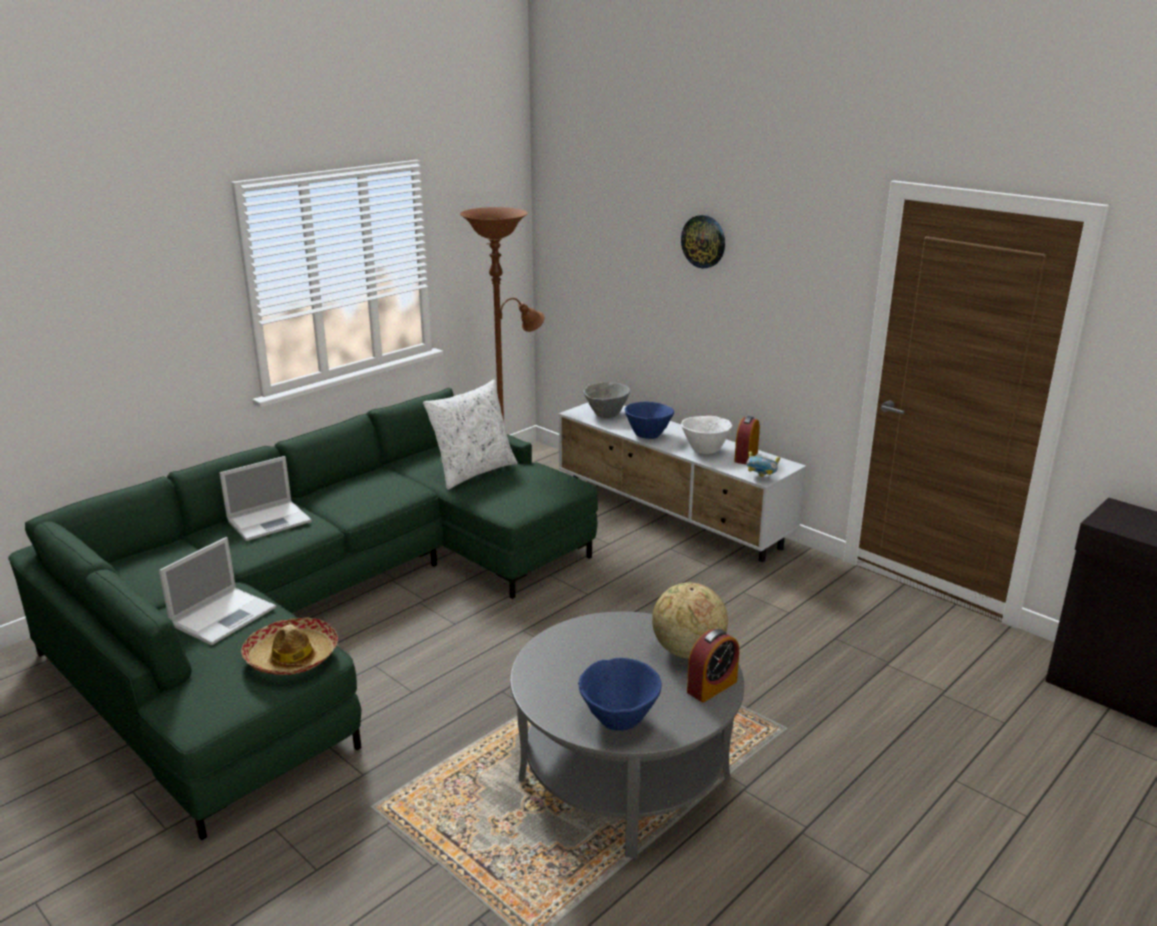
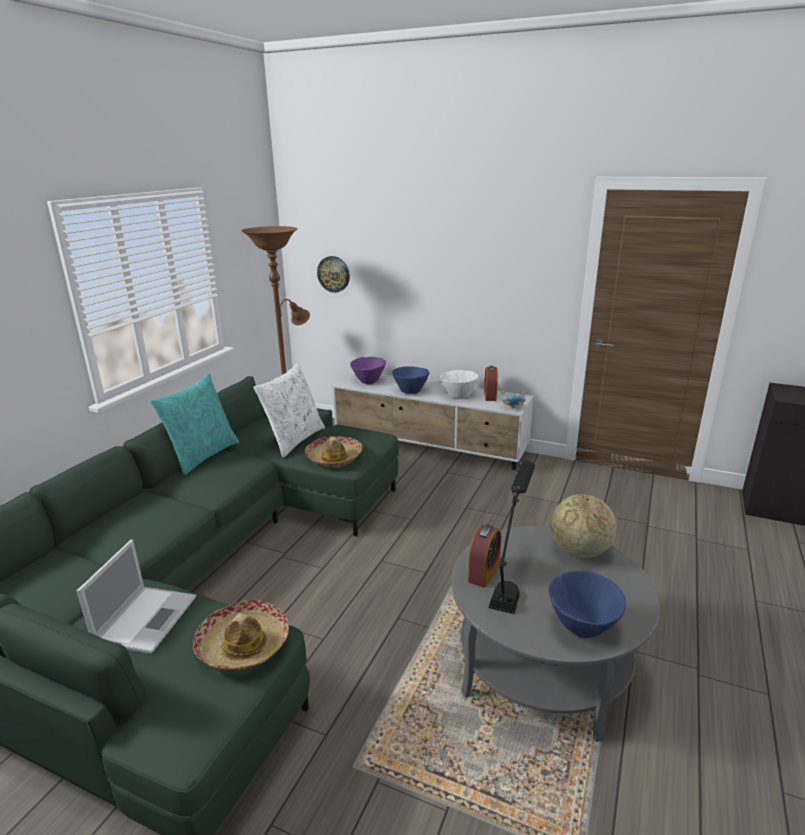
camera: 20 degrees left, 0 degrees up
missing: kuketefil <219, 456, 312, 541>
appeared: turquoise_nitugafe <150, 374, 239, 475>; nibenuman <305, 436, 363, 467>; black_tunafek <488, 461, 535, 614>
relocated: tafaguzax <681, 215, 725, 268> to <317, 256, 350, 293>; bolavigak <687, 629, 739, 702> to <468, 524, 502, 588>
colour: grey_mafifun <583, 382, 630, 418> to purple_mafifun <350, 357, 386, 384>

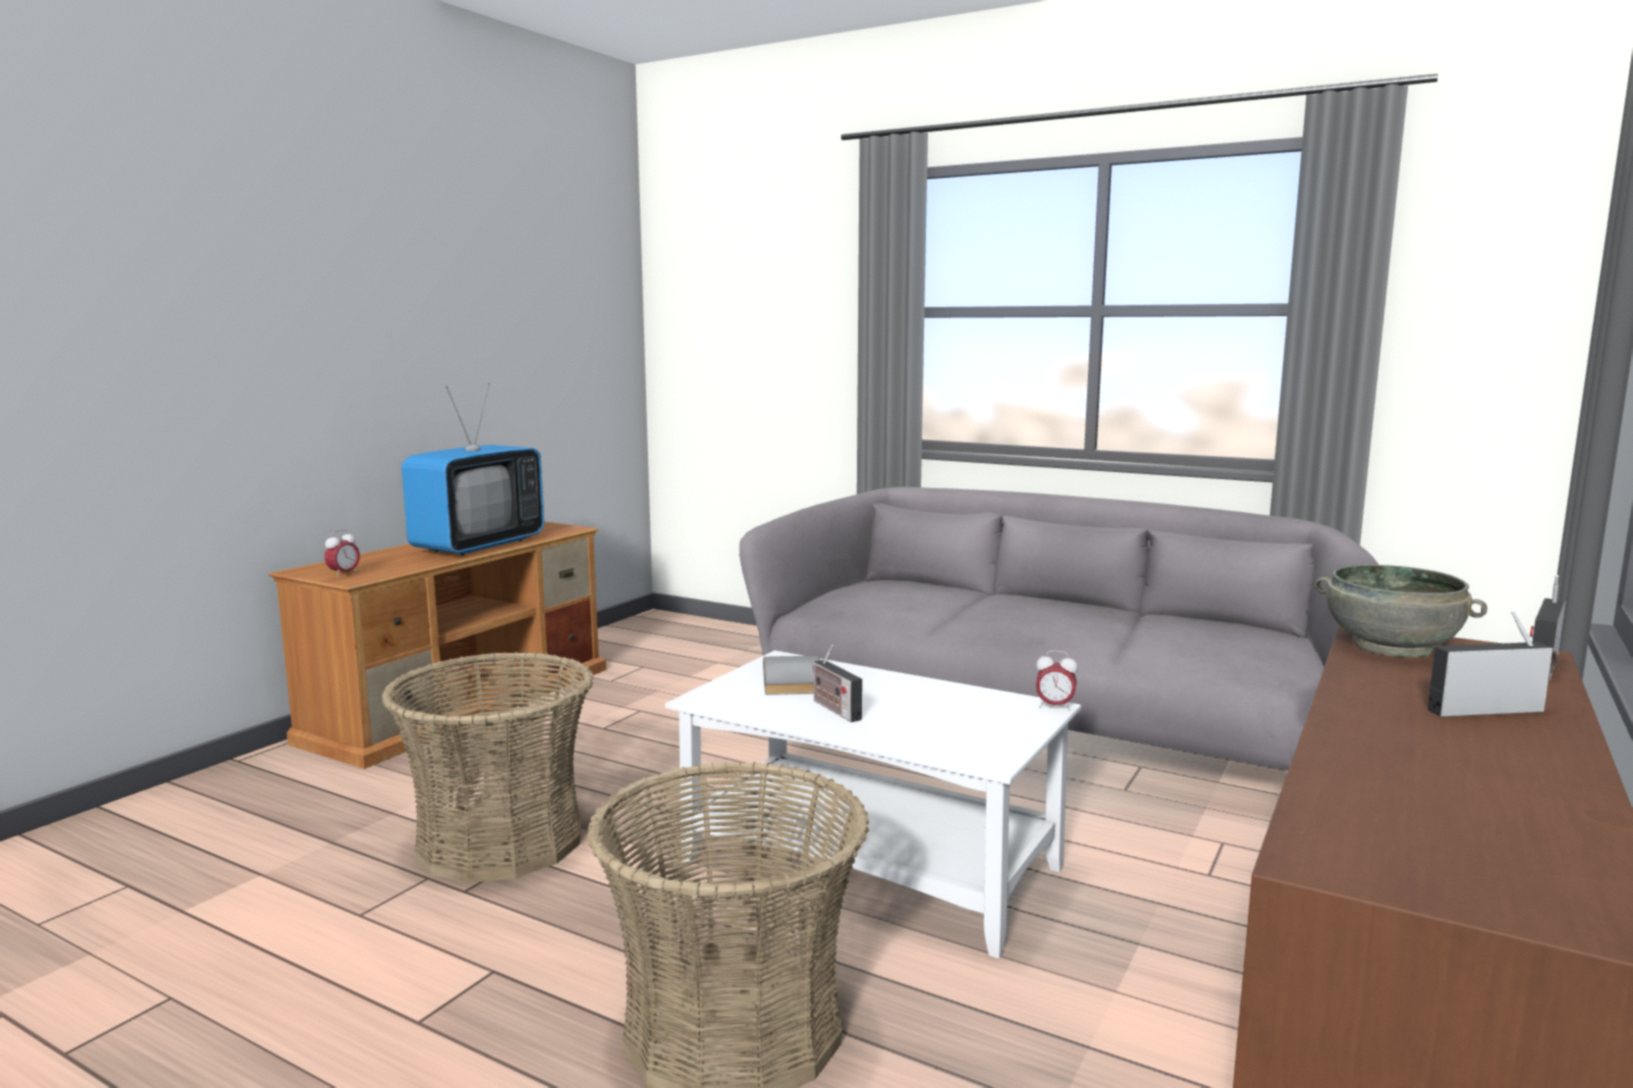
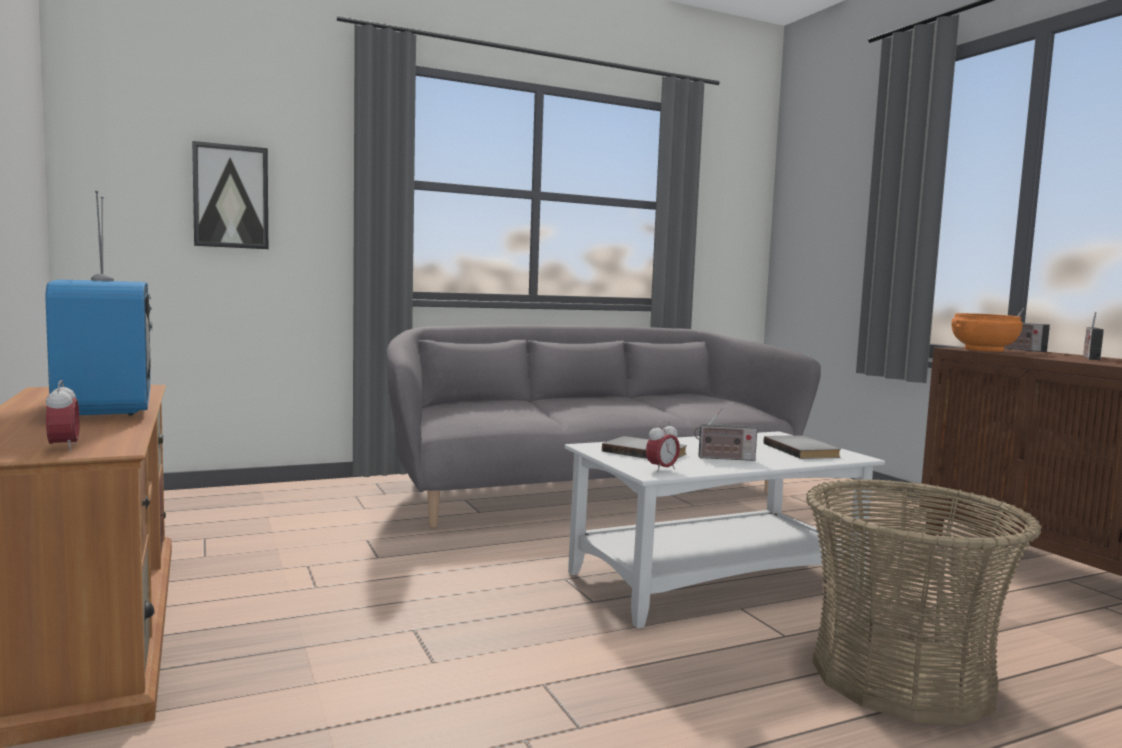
camera: 55 degrees left, 5 degrees down
missing: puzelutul <382, 652, 594, 883>
appeared: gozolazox <192, 141, 268, 249>; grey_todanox <764, 435, 841, 459>
relocated: bolavigak <1036, 650, 1078, 710> to <646, 421, 680, 473>
colour: grey_mafifun <1315, 565, 1487, 657> to orange_mafifun <951, 313, 1023, 352>

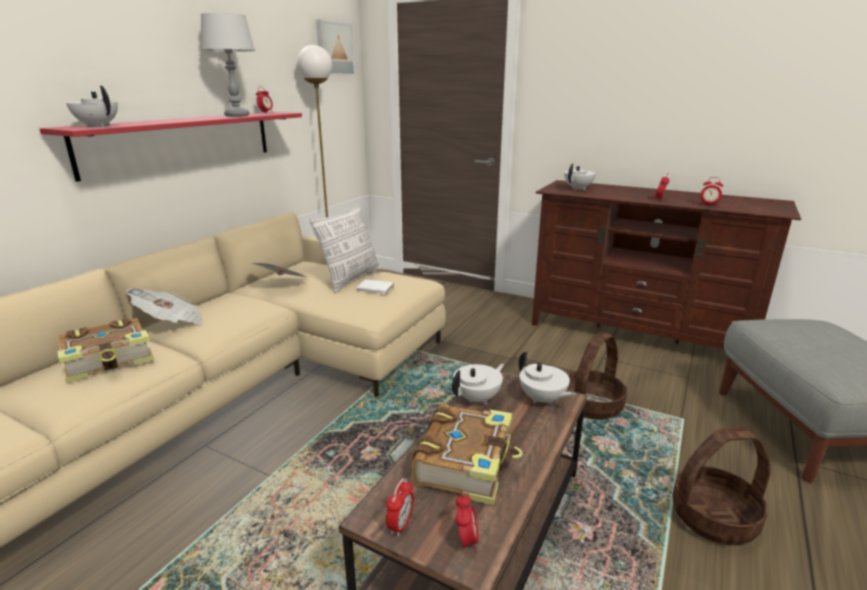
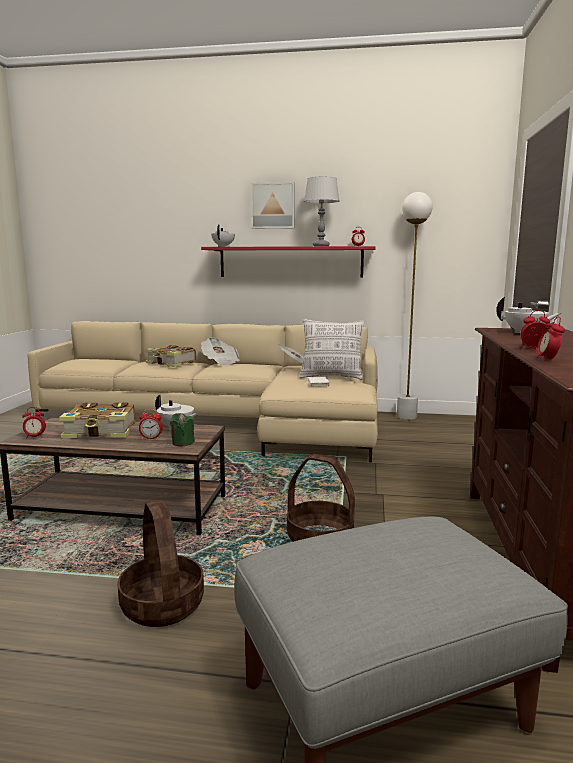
camera: 70 degrees right, 10 degrees down
relocated: gozolazox <316, 19, 355, 76> to <251, 182, 295, 229>; bolavigak <386, 478, 414, 537> to <139, 409, 163, 439>
exchanged: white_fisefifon <519, 351, 576, 405> to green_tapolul <170, 413, 195, 446>

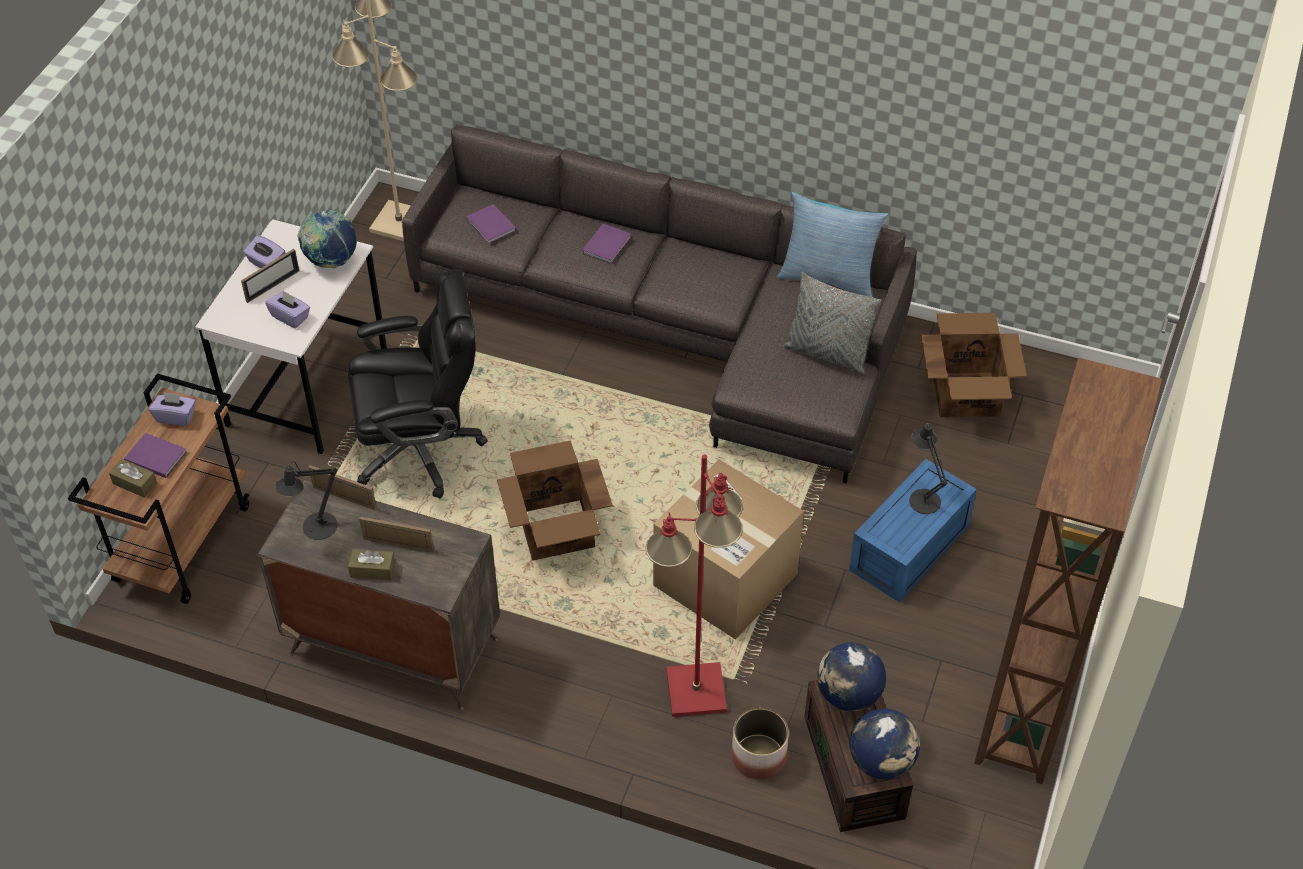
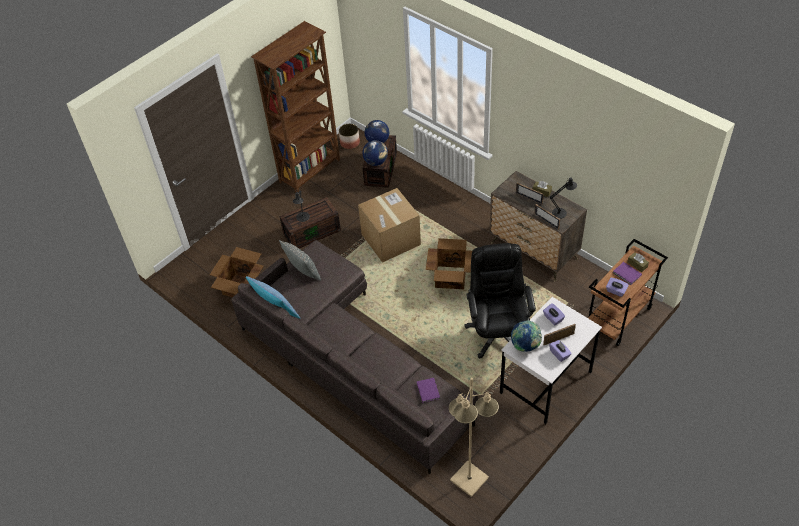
camera: 155 degrees left, 0 degrees up
missing: purple_todanox <583, 224, 631, 264>; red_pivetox <645, 454, 743, 717>
relocated: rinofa <731, 708, 789, 780> to <339, 124, 360, 149>
colour: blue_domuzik <849, 459, 977, 603> to brown_domuzik <279, 197, 341, 248>
spun: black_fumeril <348, 269, 488, 499> = <464, 243, 536, 358> 75 degrees clockwise

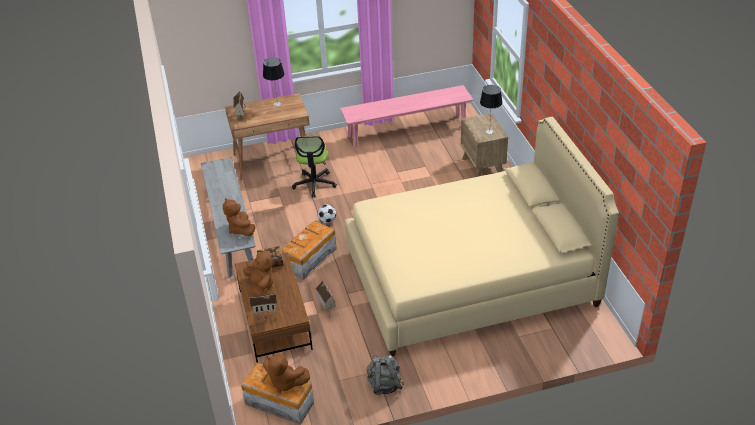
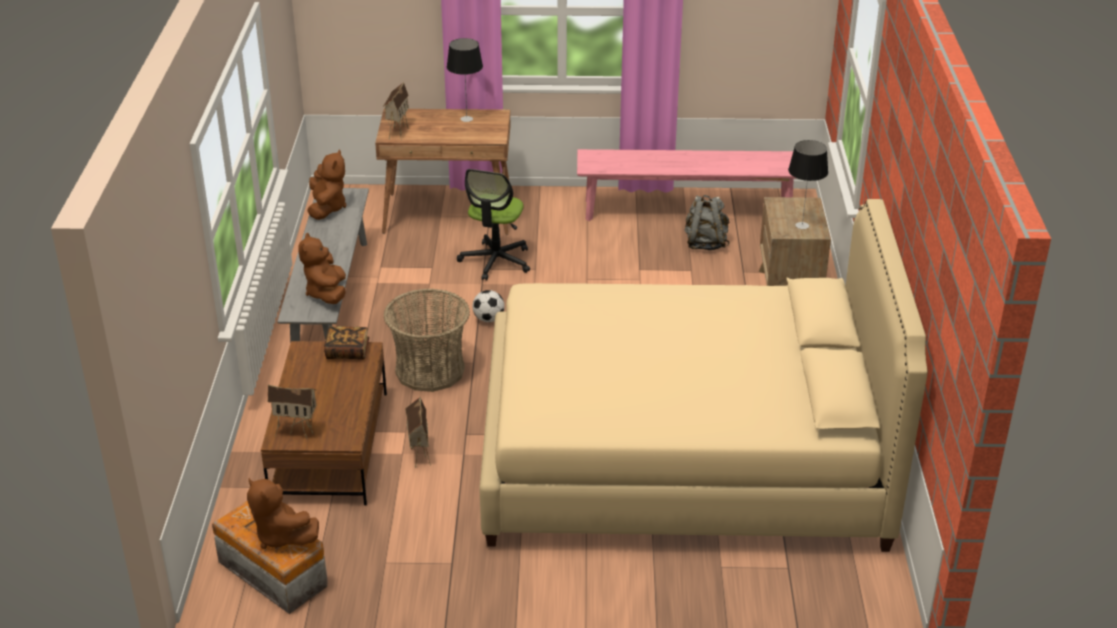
camera: 15 degrees right, 5 degrees down
relocated: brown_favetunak <243, 248, 274, 297> to <307, 150, 346, 220>; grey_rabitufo <367, 355, 404, 395> to <684, 195, 729, 250>
exchanged: domuzik <282, 221, 337, 280> to puzelutul <384, 288, 470, 392>

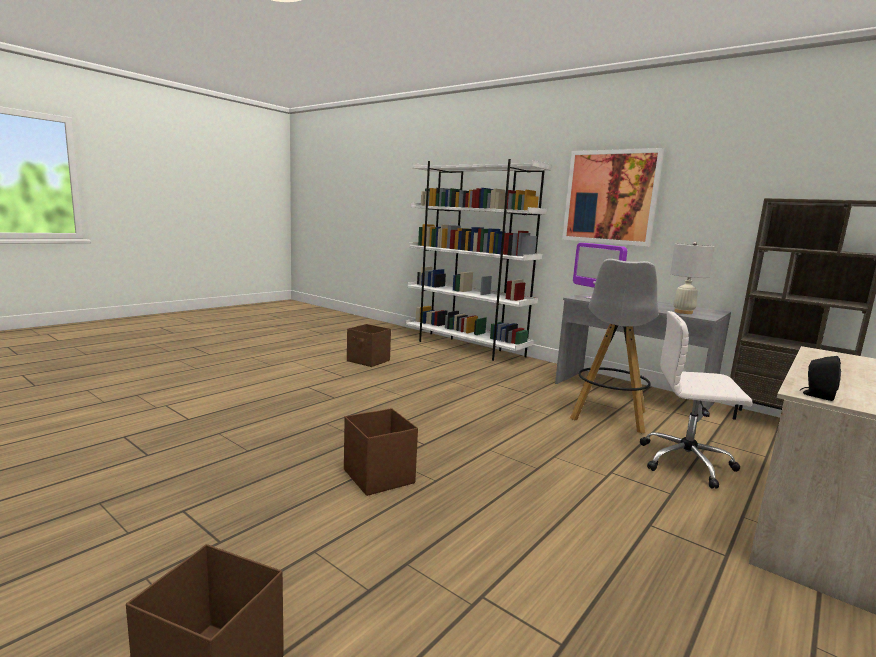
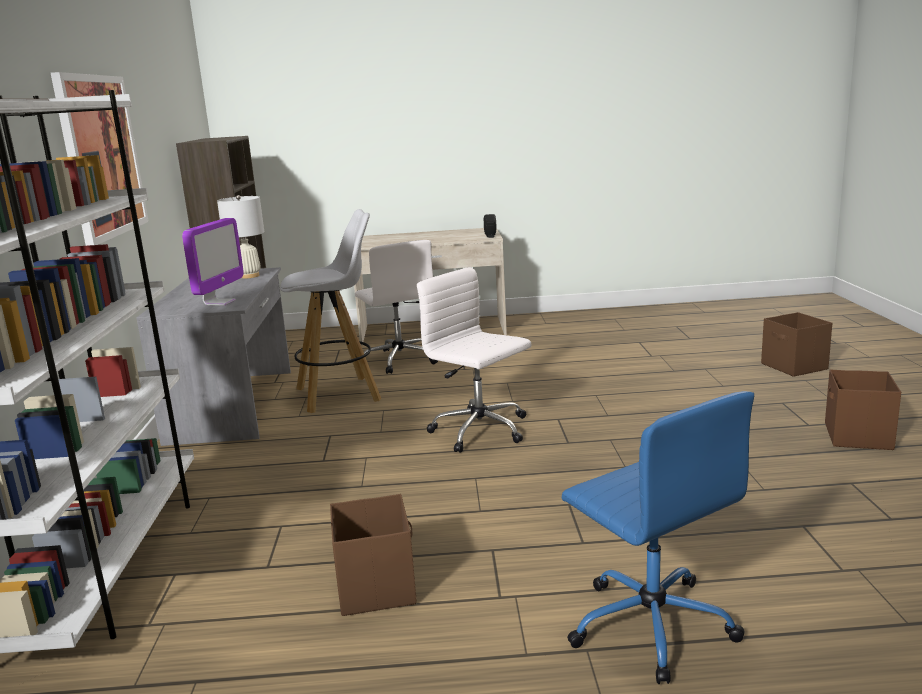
camera: 130 degrees left, 5 degrees up
appeared: white_fumeril <417, 267, 532, 453>; blue_fumeril <562, 391, 754, 684>
relocated: brown_domuzik <344, 408, 418, 496> to <825, 370, 901, 450>

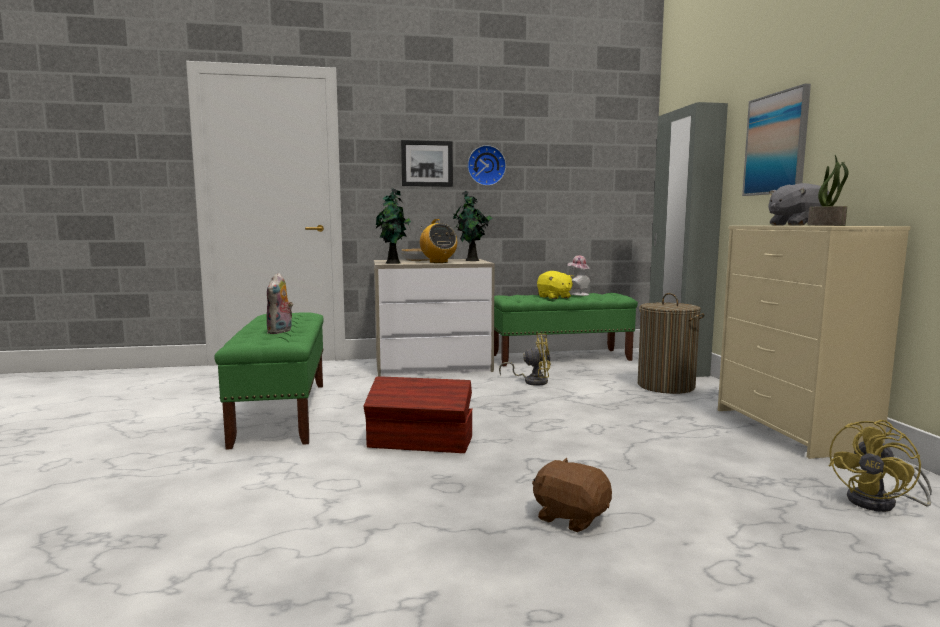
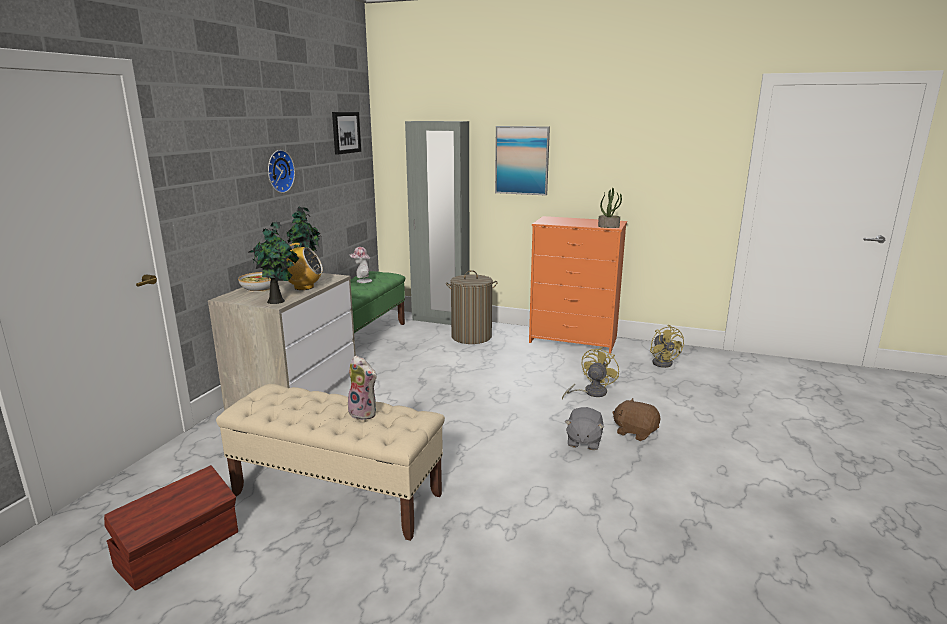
camera: 60 degrees left, 10 degrees up
missing: yellow_favetunak <537, 271, 574, 299>
relocated: brown_domuzik <363, 376, 472, 453> to <104, 465, 238, 591>; gozolazox <401, 140, 453, 187> to <332, 112, 361, 155>; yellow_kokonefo <499, 334, 551, 386> to <562, 347, 619, 400>; grey_favetunak <768, 183, 833, 225> to <565, 407, 604, 450>
colour: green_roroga <214, 313, 324, 450> to beige_roroga <216, 384, 445, 541>; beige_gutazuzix <718, 226, 911, 459> to orange_gutazuzix <529, 216, 627, 353>
spun: brown_favetunak <532, 458, 612, 532> = <612, 398, 660, 441> 60 degrees clockwise

